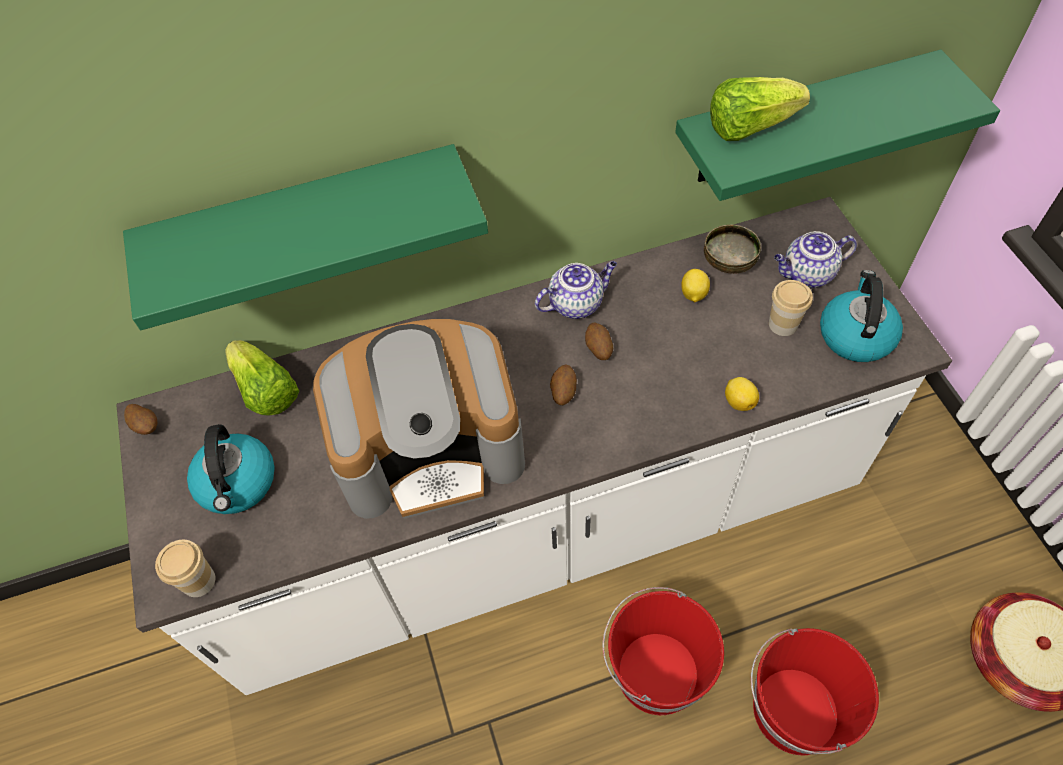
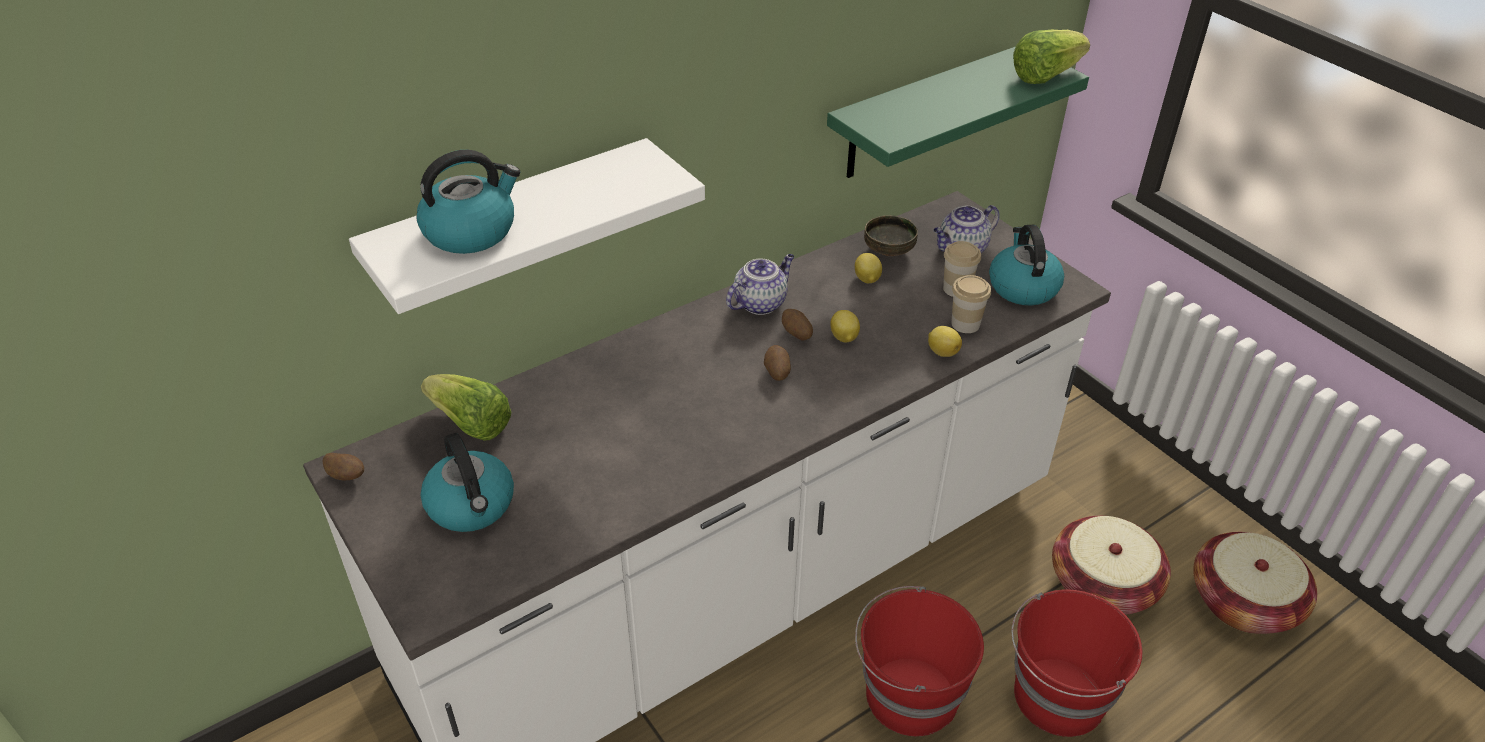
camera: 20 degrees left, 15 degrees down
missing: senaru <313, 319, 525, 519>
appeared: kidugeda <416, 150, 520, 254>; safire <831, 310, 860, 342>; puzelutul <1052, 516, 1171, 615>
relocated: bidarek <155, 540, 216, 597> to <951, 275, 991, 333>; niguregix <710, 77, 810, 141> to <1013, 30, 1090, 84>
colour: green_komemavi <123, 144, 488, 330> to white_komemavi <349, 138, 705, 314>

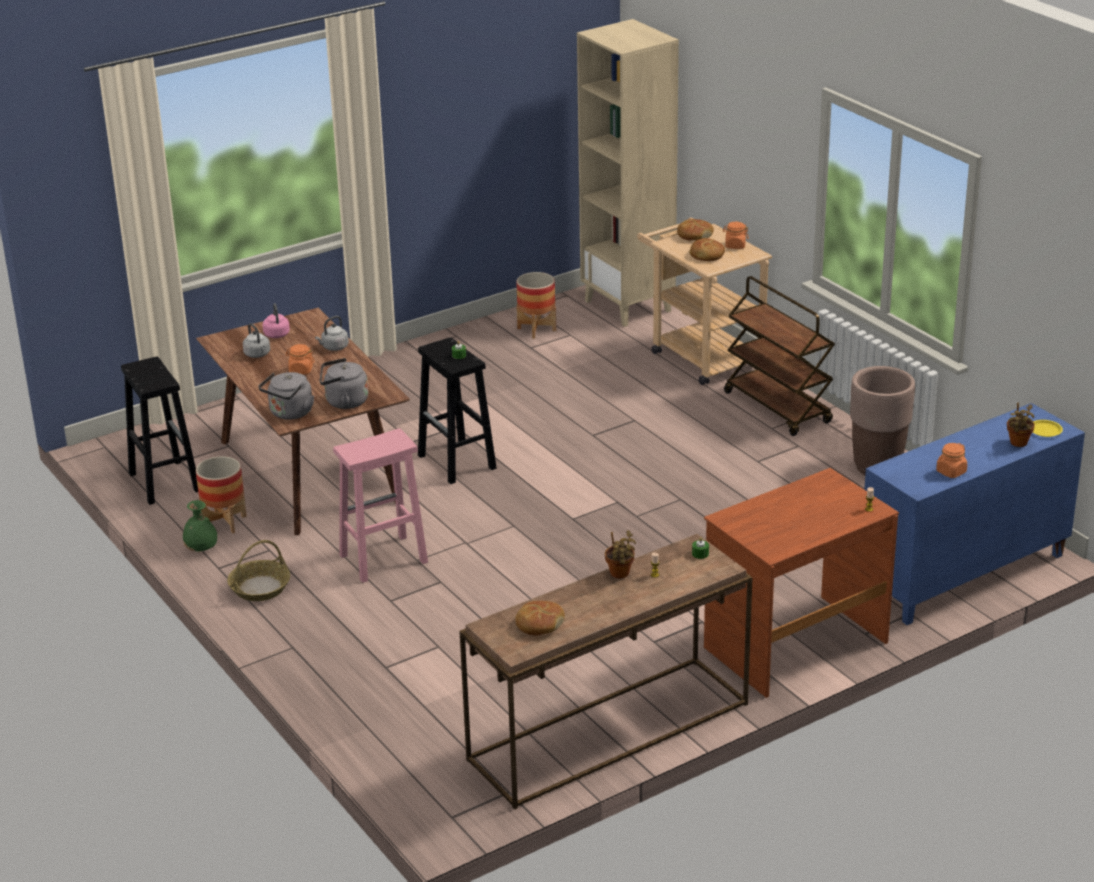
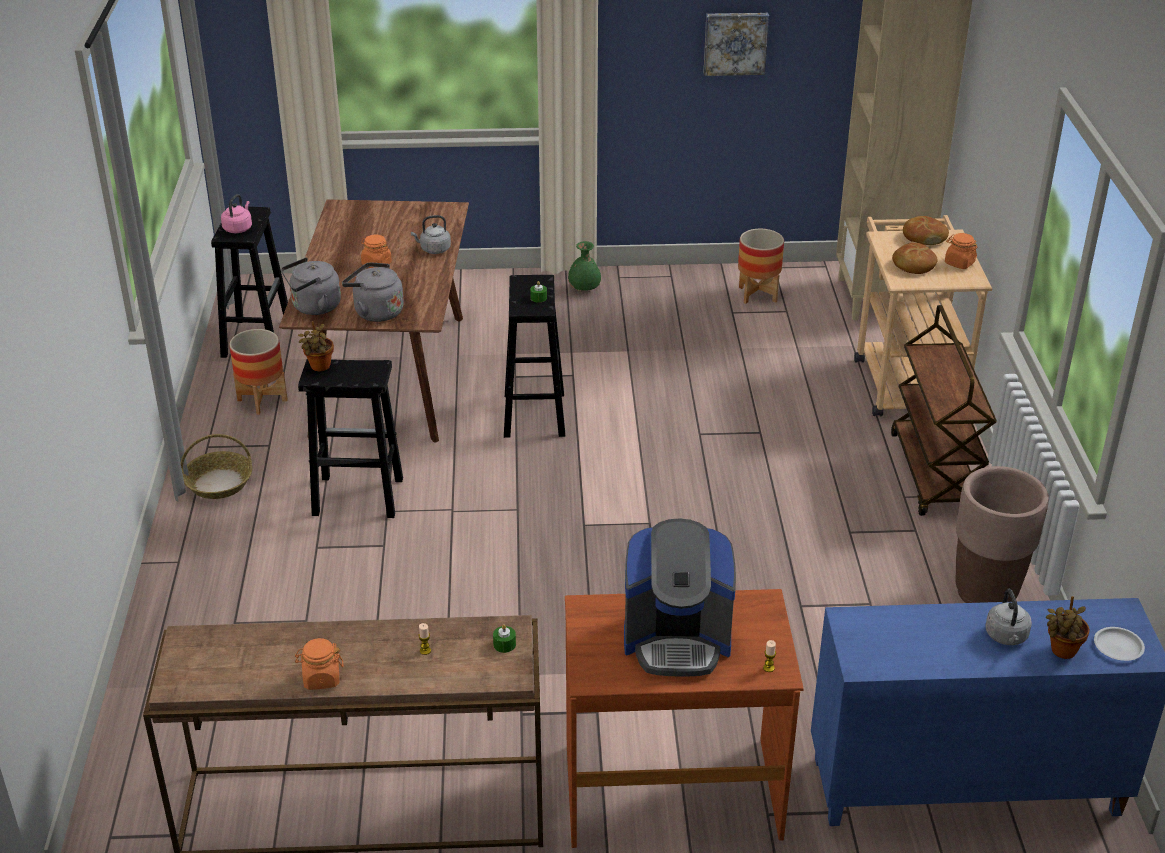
camera: 30 degrees right, 5 degrees up
missing: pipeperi <515, 601, 565, 635>
appeared: senaru <624, 518, 736, 677>; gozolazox <703, 13, 769, 76>
relocated: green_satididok <183, 500, 217, 552> to <568, 241, 601, 291>; grey_kidugeda <243, 323, 270, 358> to <985, 588, 1032, 645>; pink_kidugeda <263, 303, 290, 338> to <221, 194, 252, 233>; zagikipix <605, 530, 636, 578> to <298, 321, 334, 371>; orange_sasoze <936, 443, 967, 478> to <295, 638, 343, 690>
colour: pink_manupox <333, 428, 428, 583> to black_manupox <298, 359, 403, 518>; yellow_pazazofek <1033, 420, 1063, 437> to white_pazazofek <1094, 627, 1145, 661>

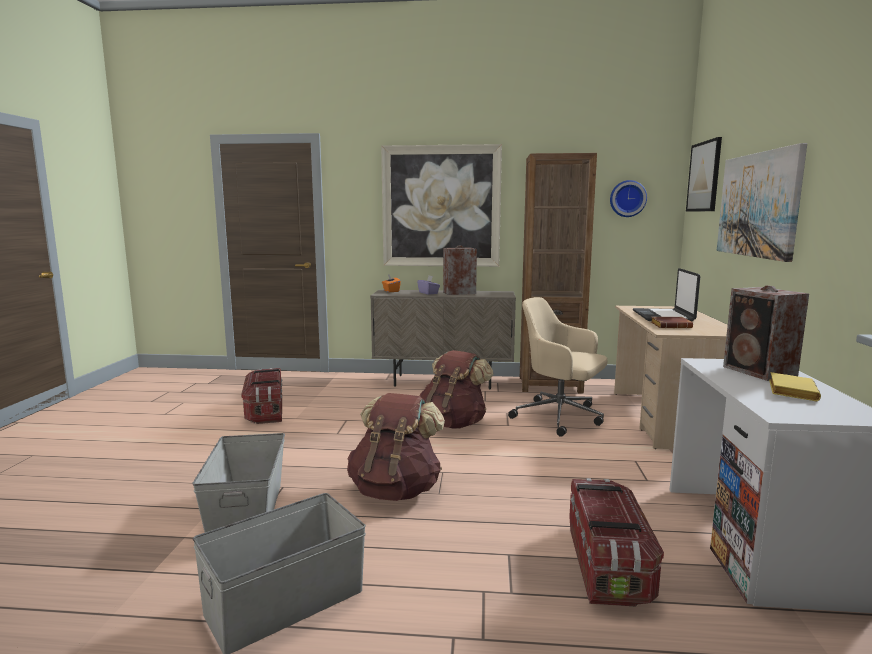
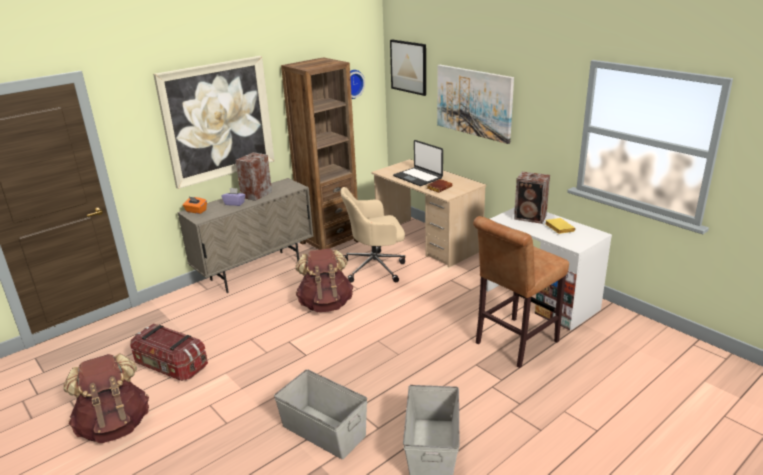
camera: 45 degrees left, 15 degrees up
relocated: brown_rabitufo <347, 393, 445, 501> to <63, 353, 149, 443>
exchanged: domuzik <569, 478, 664, 607> to brown_manupox <473, 216, 569, 368>

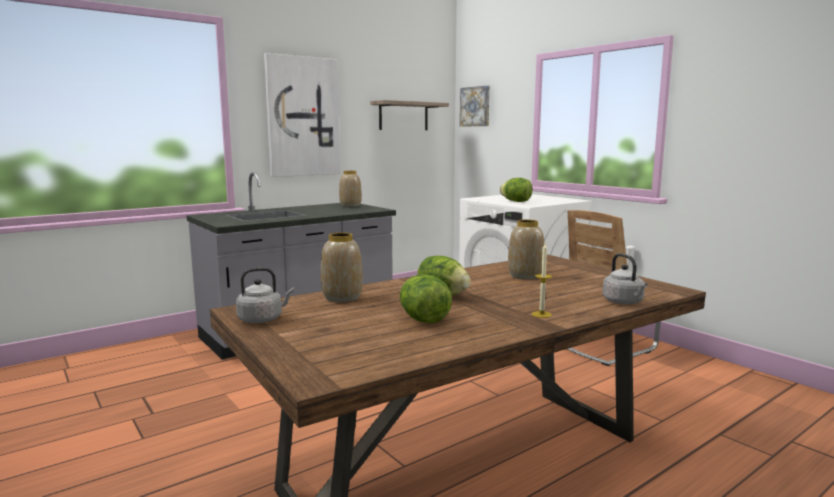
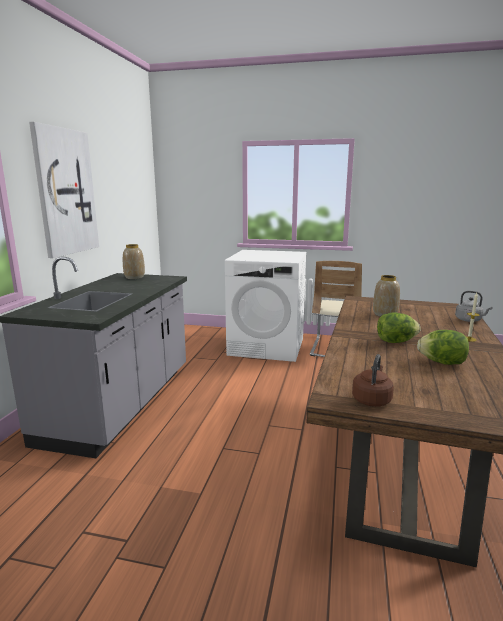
camera: 40 degrees left, 5 degrees up
missing: satididok <321, 233, 363, 302>; komemavi <370, 100, 449, 130>; gozolazox <460, 86, 490, 127>; niguregix <500, 178, 532, 202>
colour: grey_kidugeda <236, 267, 294, 323> to brown_kidugeda <352, 354, 394, 407>

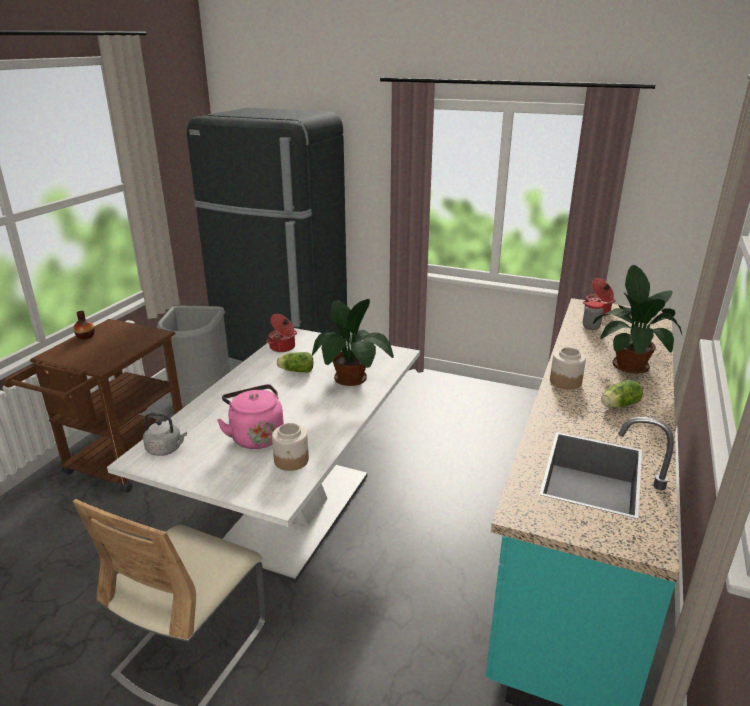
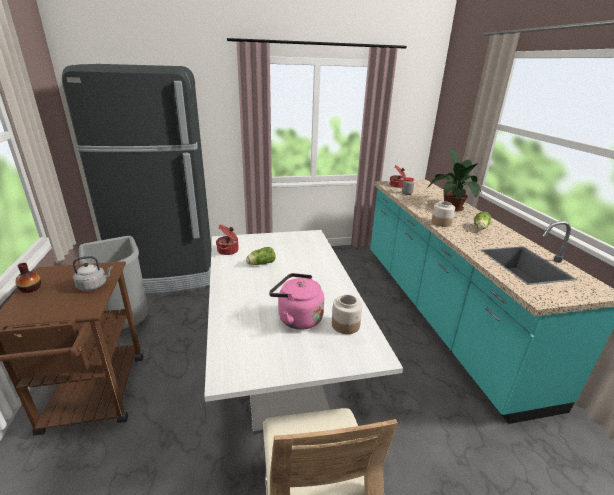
camera: 35 degrees left, 0 degrees up
missing: zagikipix <312, 299, 394, 386>
relocated: grey_kidugeda <143, 412, 187, 456> to <73, 256, 113, 291>

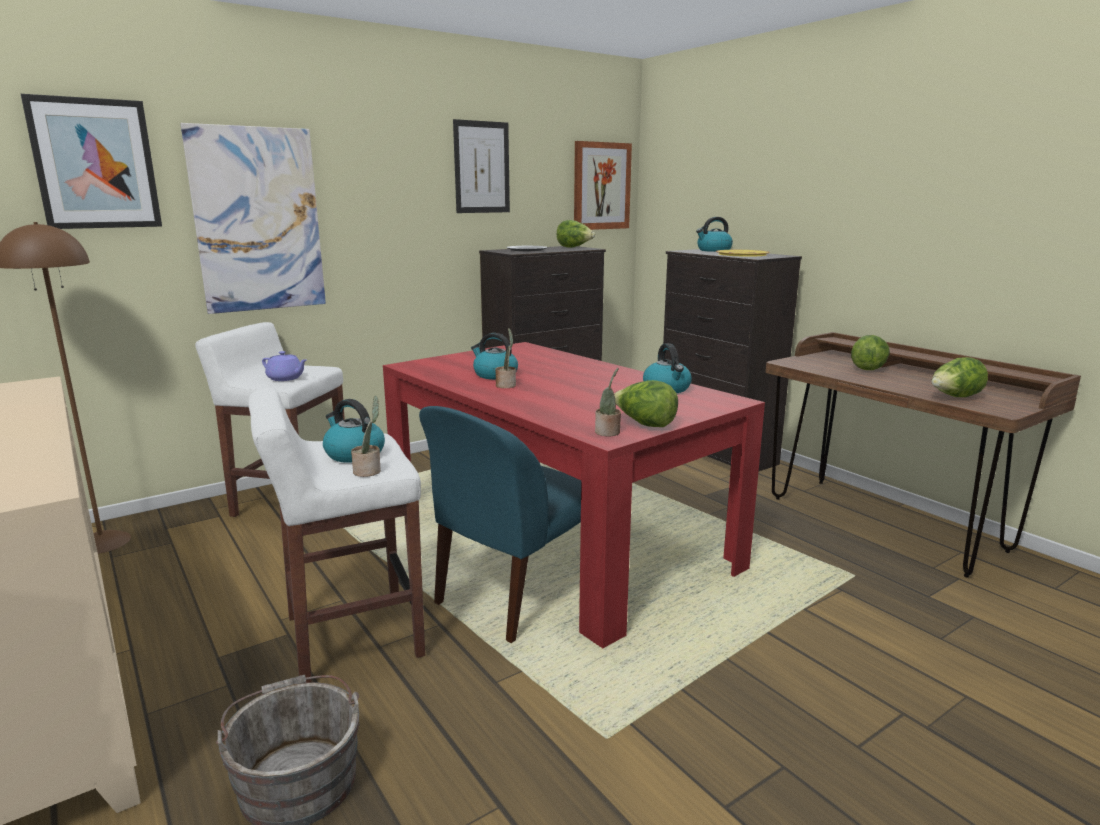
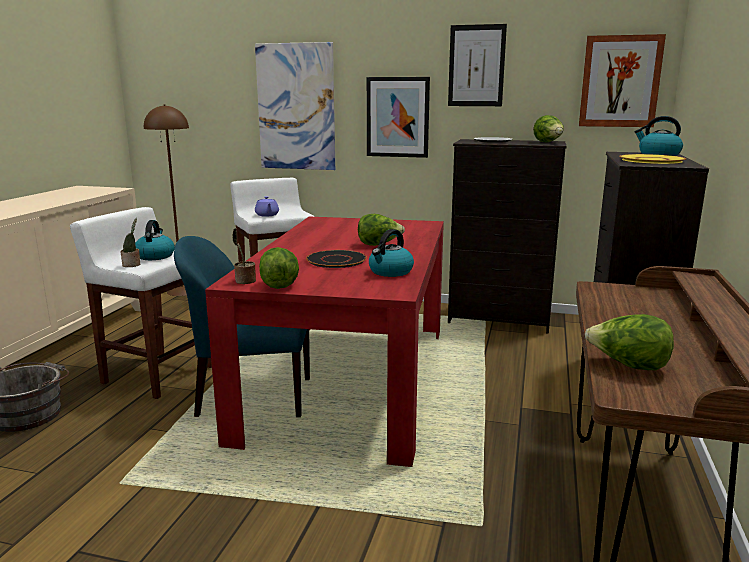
camera: 50 degrees right, 0 degrees up
missing: kidugeda <471, 333, 518, 379>; zagikipix <495, 328, 516, 388>
appeared: black_pazazofek <306, 250, 367, 268>
relocated: gozolazox <21, 94, 162, 229> to <367, 77, 430, 158>; niguregix <851, 335, 890, 370> to <358, 214, 405, 246>

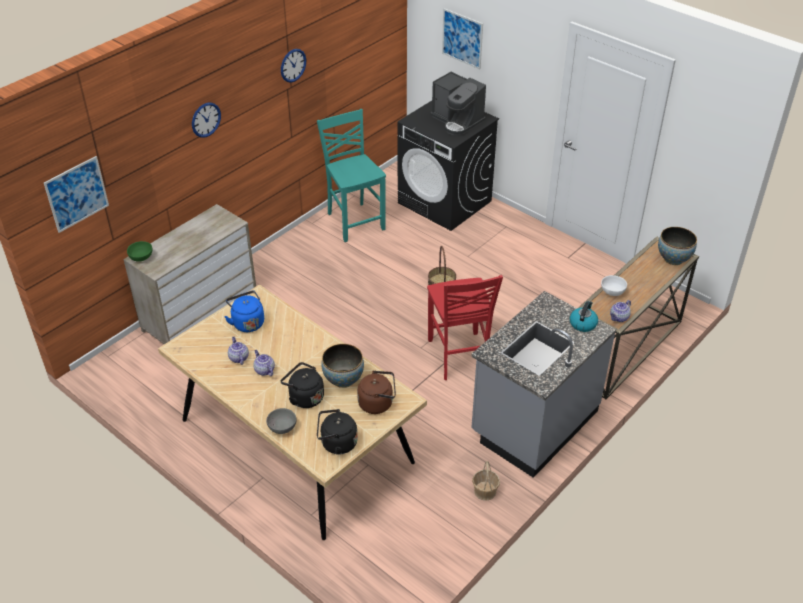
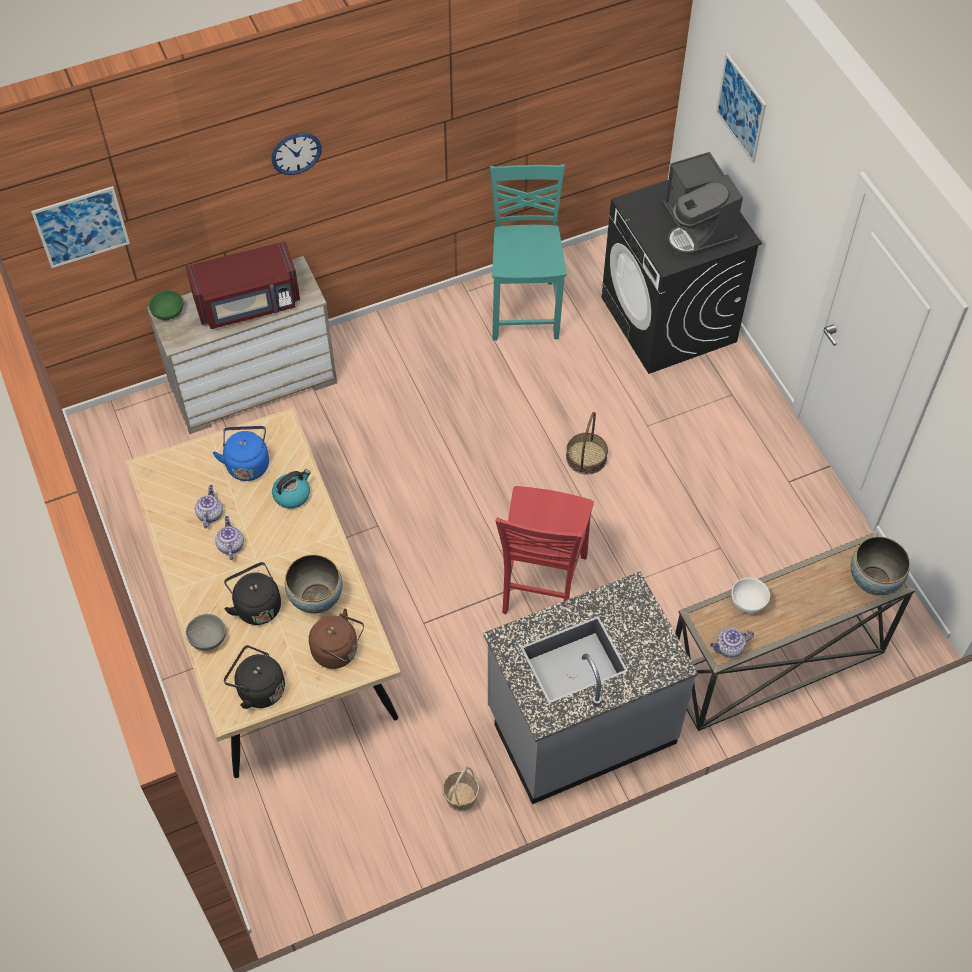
camera: 25 degrees right, 15 degrees up
missing: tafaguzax <281, 49, 306, 83>
appeared: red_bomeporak <186, 241, 300, 329>
relocated: kidugeda <570, 301, 598, 332> to <272, 469, 311, 509>

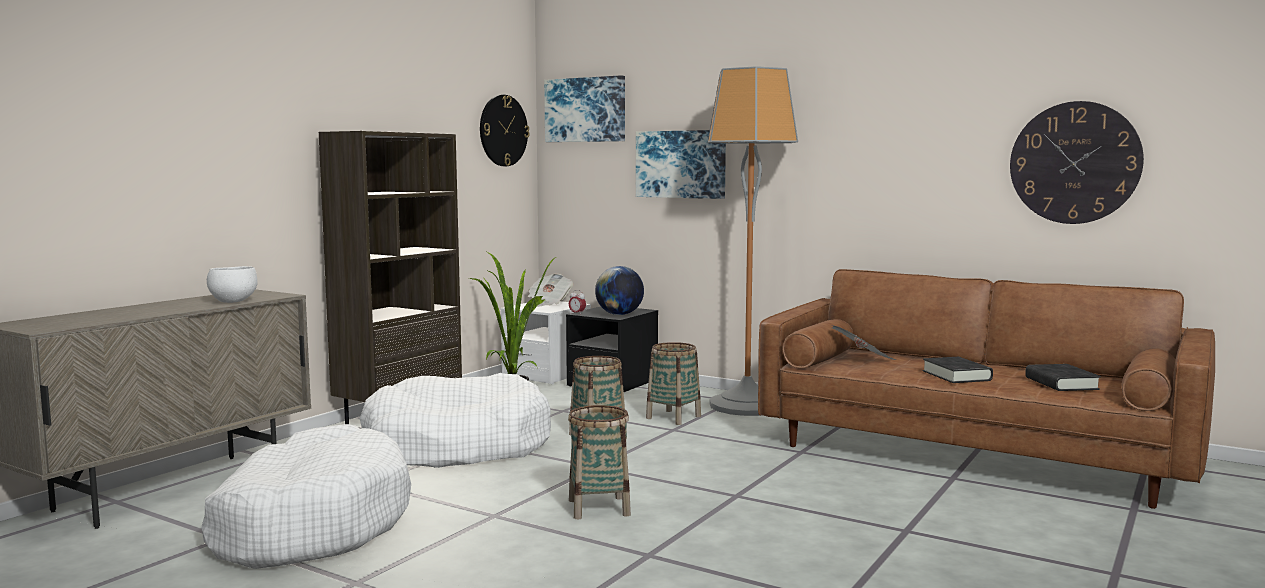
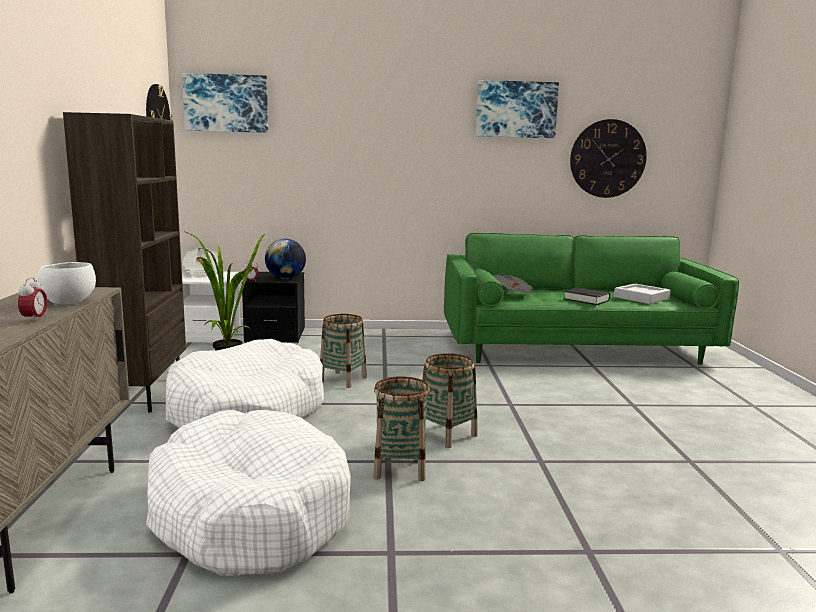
camera: 35 degrees left, 5 degrees up
missing: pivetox <707, 66, 798, 416>
appeared: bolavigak <18, 277, 48, 323>
relocated: gozolazox <636, 130, 726, 199> to <475, 80, 559, 138>; puzelutul <646, 342, 701, 425> to <373, 376, 430, 481>
exchanged: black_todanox <1025, 364, 1101, 391> to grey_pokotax <614, 283, 671, 304>
colour: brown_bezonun <758, 269, 1215, 509> to green_bezonun <444, 233, 739, 365>

